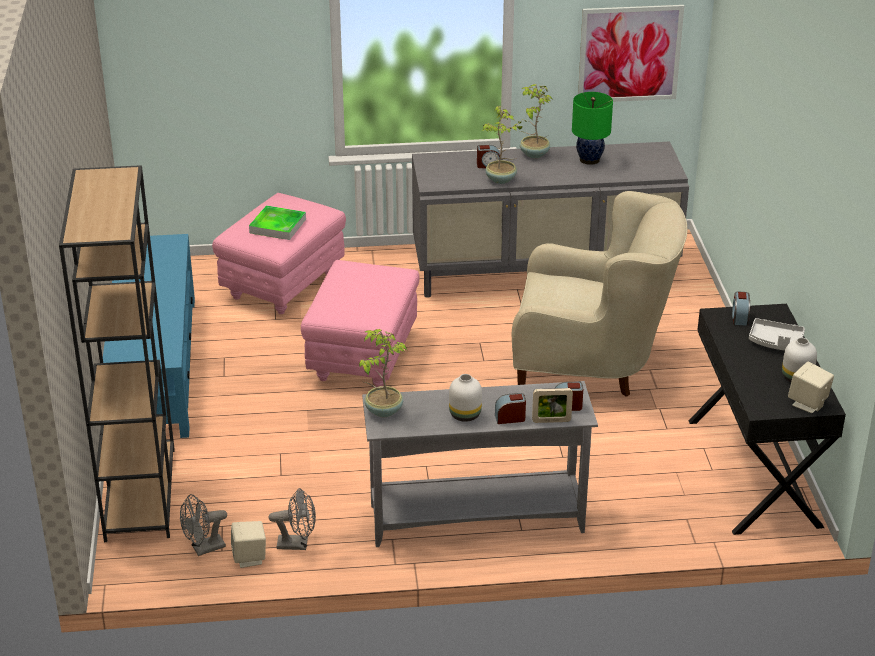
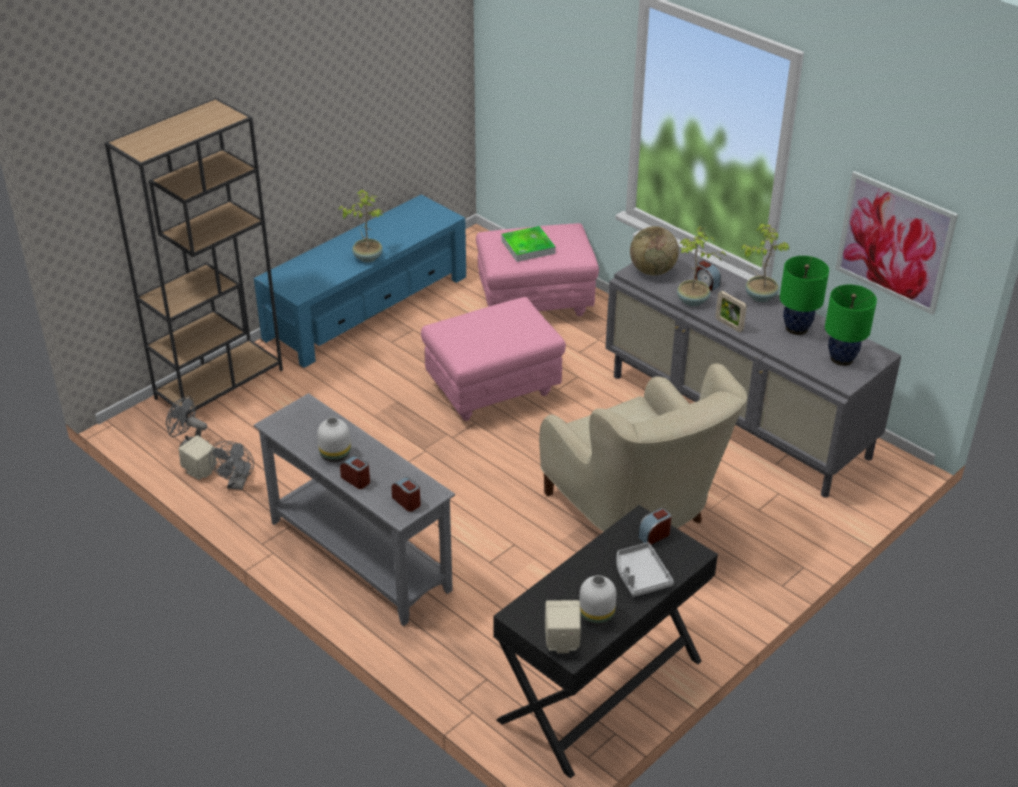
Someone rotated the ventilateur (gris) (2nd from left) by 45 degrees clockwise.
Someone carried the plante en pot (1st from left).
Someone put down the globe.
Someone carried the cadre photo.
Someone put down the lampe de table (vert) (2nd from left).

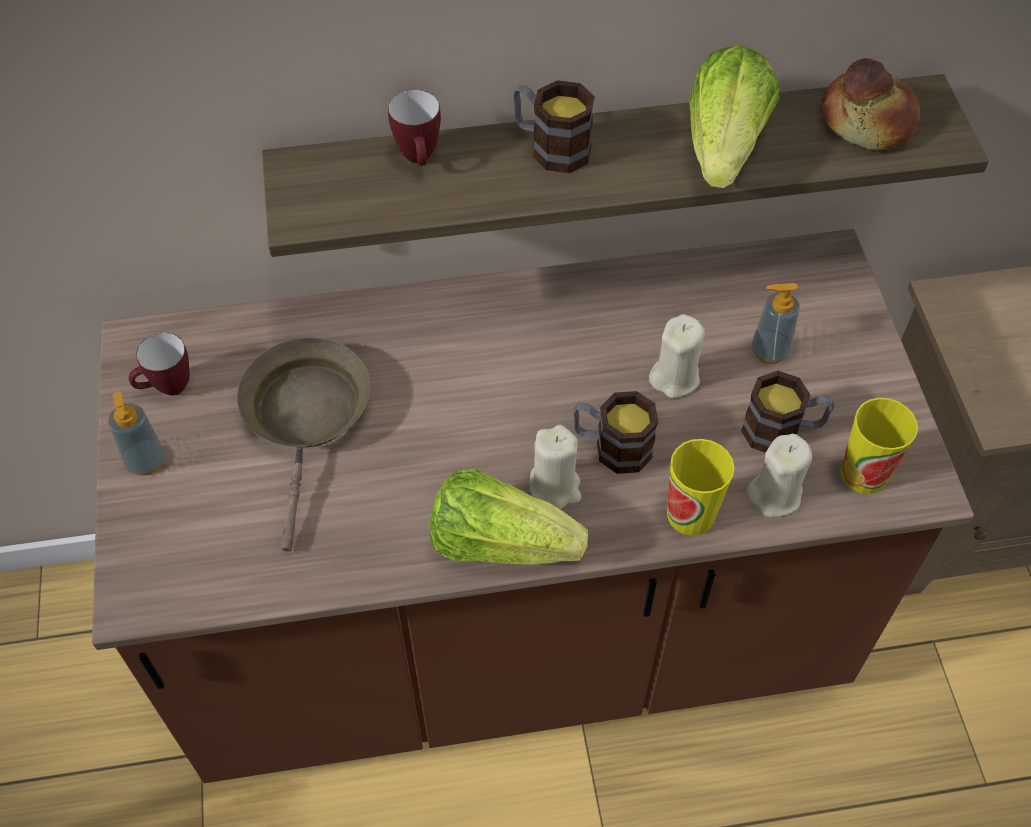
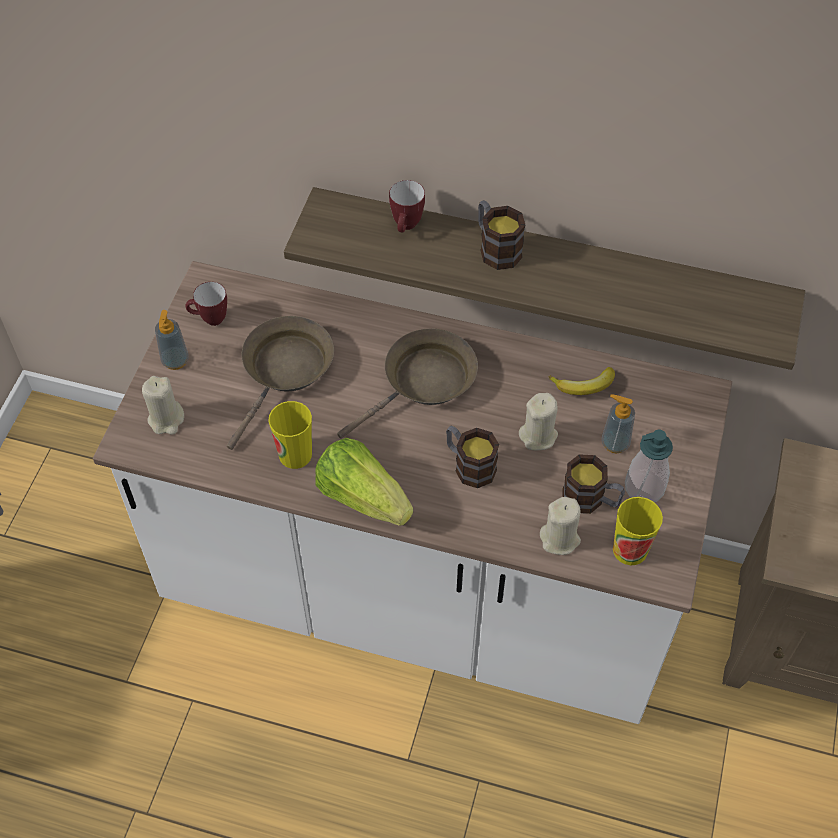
Someone repainted the comptoir de cuisine (marron), which became the comptoir de cuisine (blanc).
Someone carried the bougie (beige) (1st from left).
Someone carried the tasse (1st from left).
Someone put down the poêle (marron) (2nd from left).
Someone put down the banane.
Someone put down the distributeur de savon (3rd from left).
Someone took away the laitue (2nd from left).
Someone took away the pain.

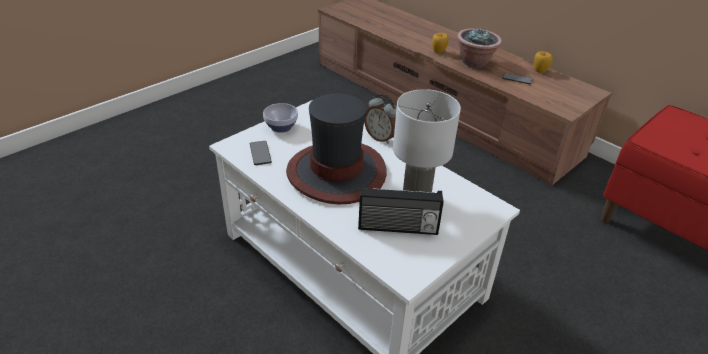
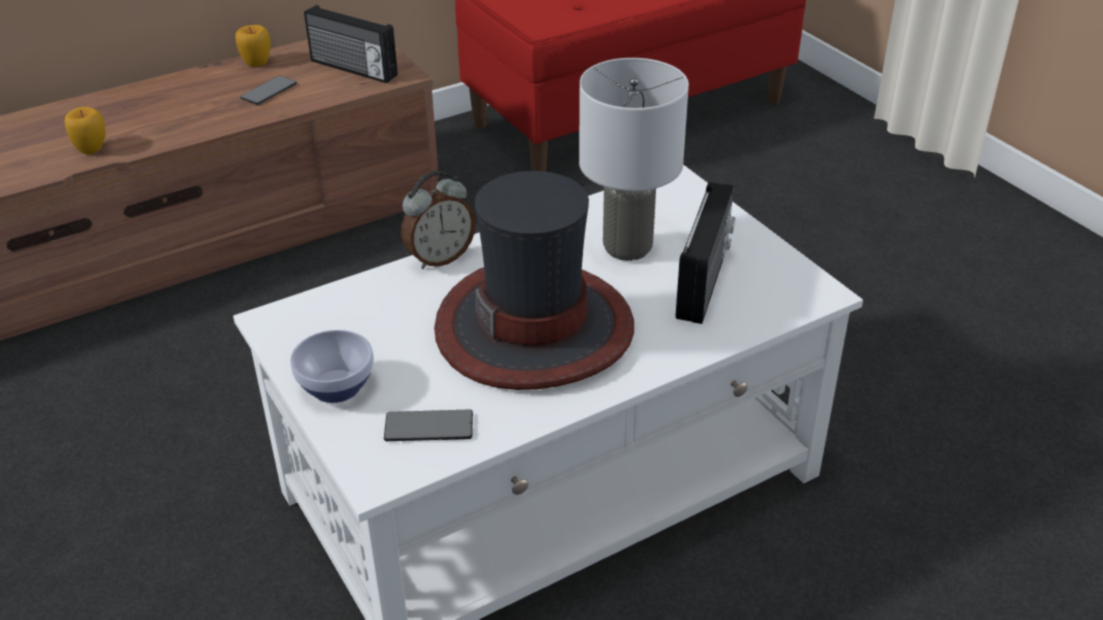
Someone put down the radio (1st from left).
Someone took away the plante en pot.

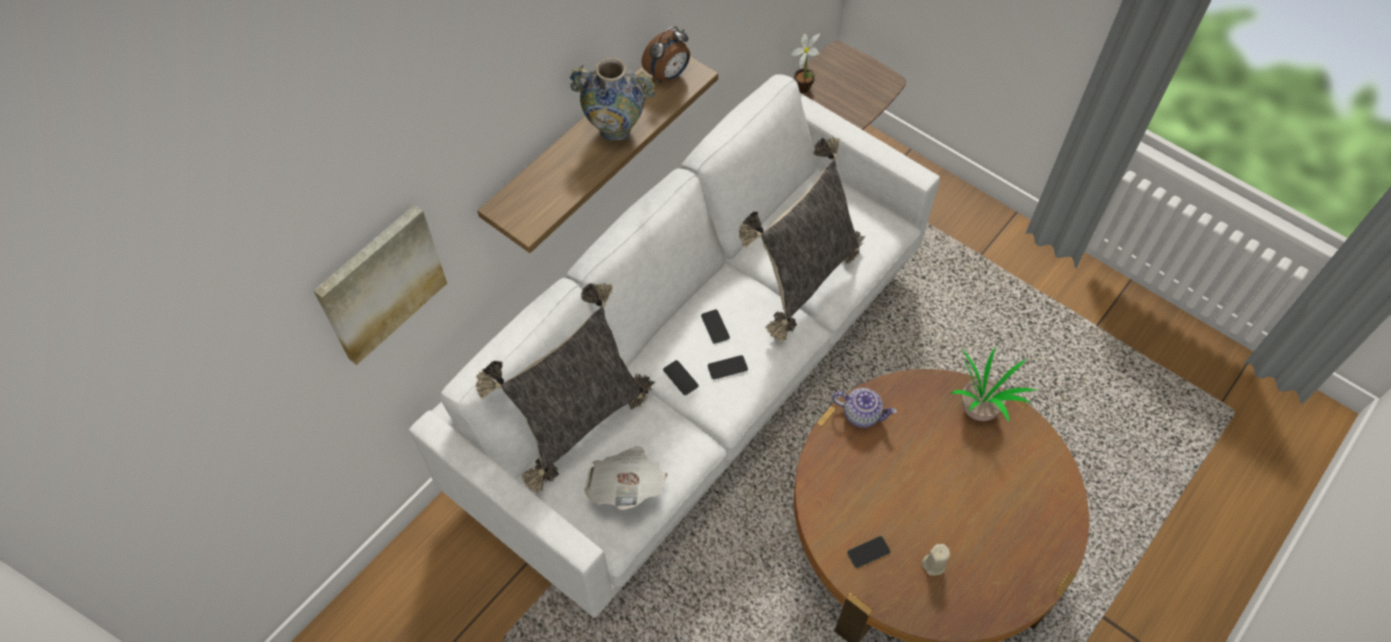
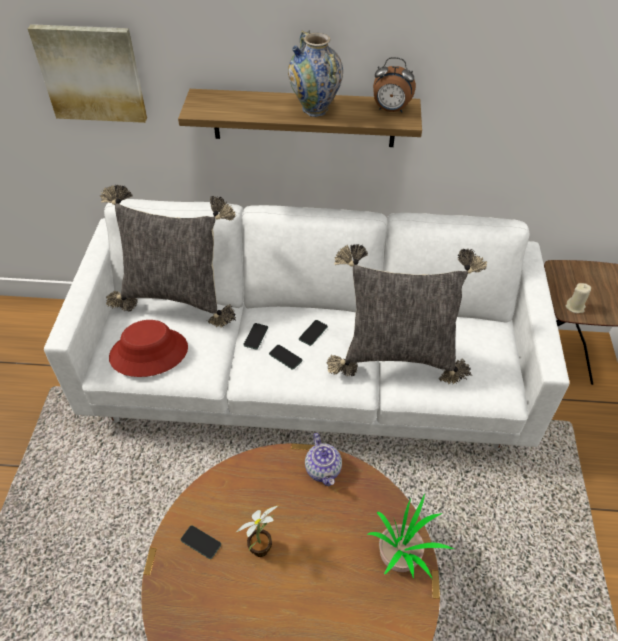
Someone swapped the journal for the chapeau (rouge).
Someone carried the plante en pot (1st from left).
Someone carried the bougie (beige).

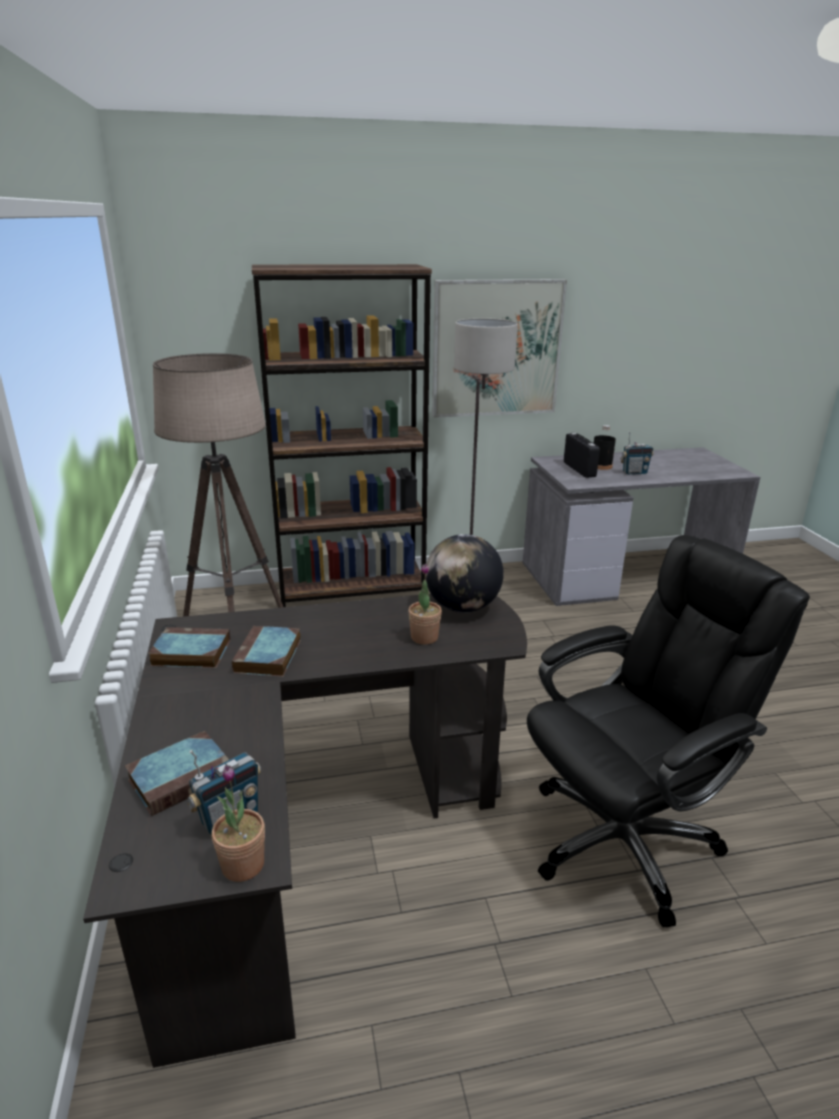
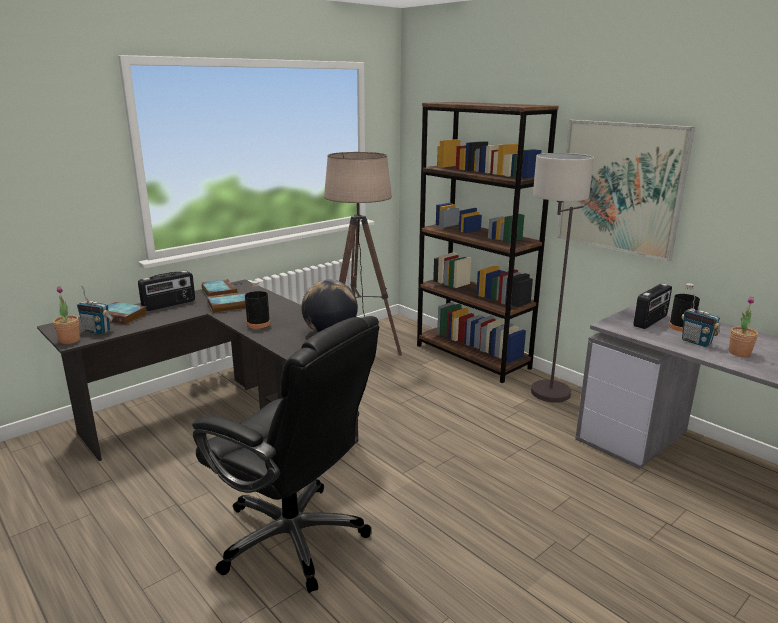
Someone put down the radio (2nd from left).
Someone put down the bouteille (noir) (1st from left).
Someone carried the plante en pot (2nd from left).

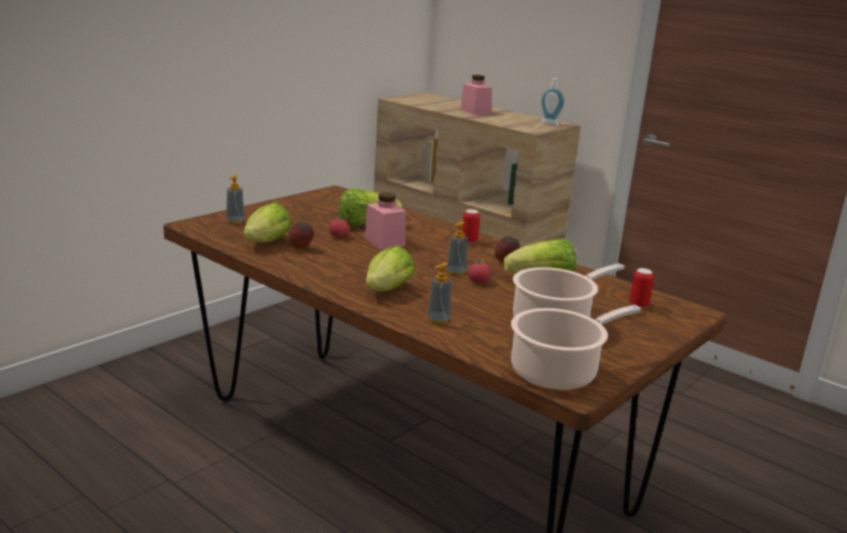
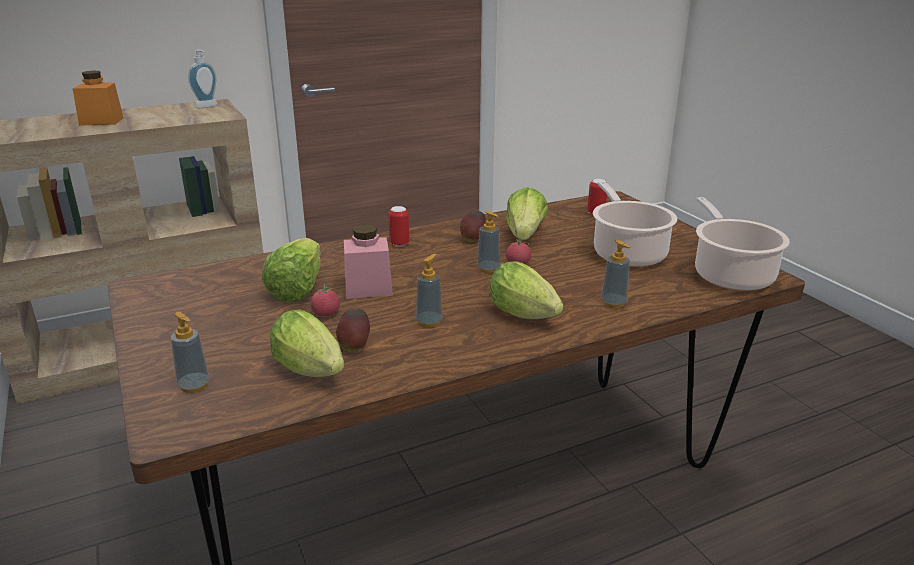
Someone repainted the bocal (rose) (2nd from left), which became the bocal (orange).
Someone put down the distributeur de savon (3rd from left).

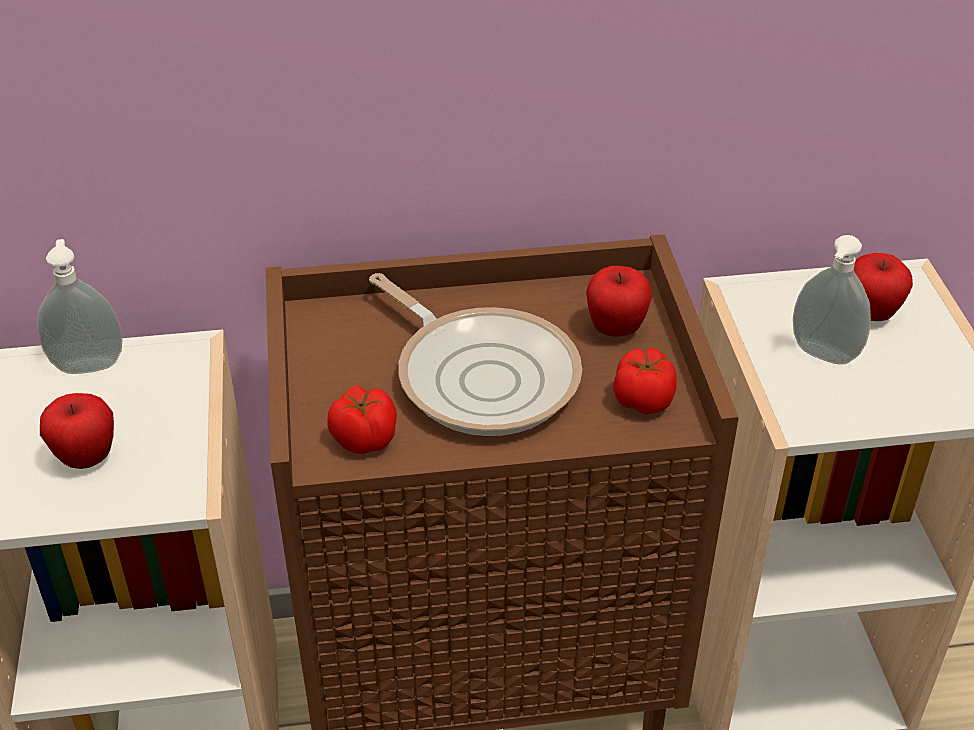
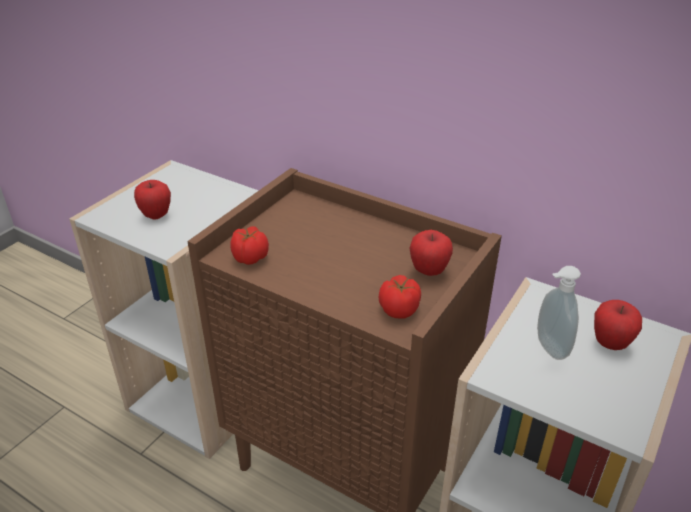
Someone took away the distributeur de savon (1st from left).
Someone took away the poêle.

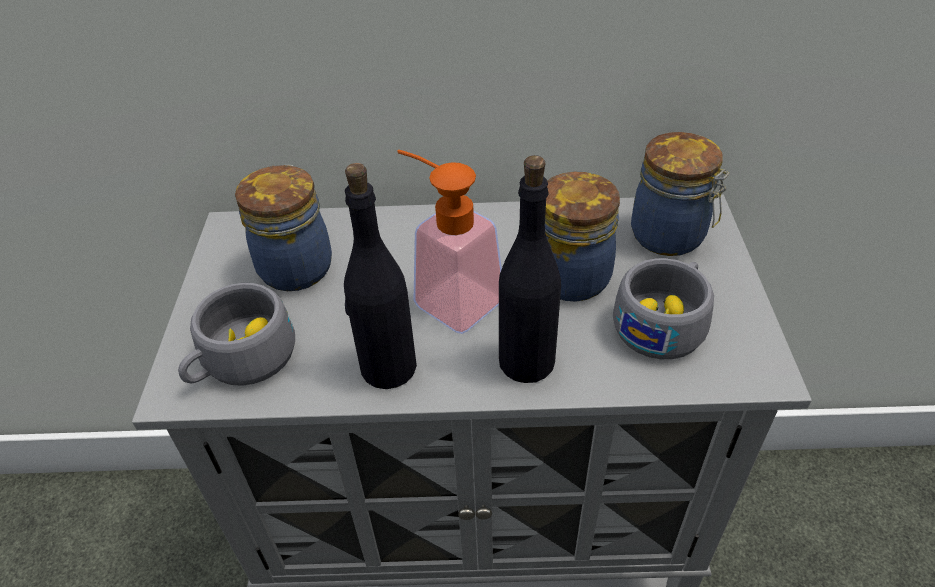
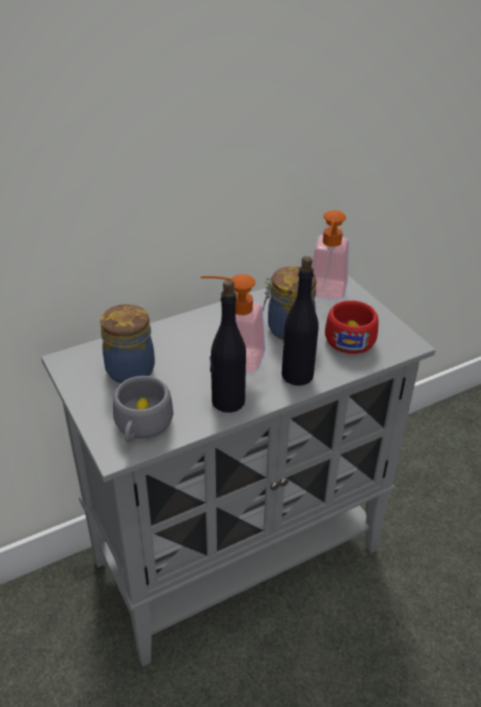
Someone swapped the bocal (3rd from left) for the distributeur de savon (2nd from left).
Someone repainted the tasse (gris) (2nd from left), which became the tasse (rouge).

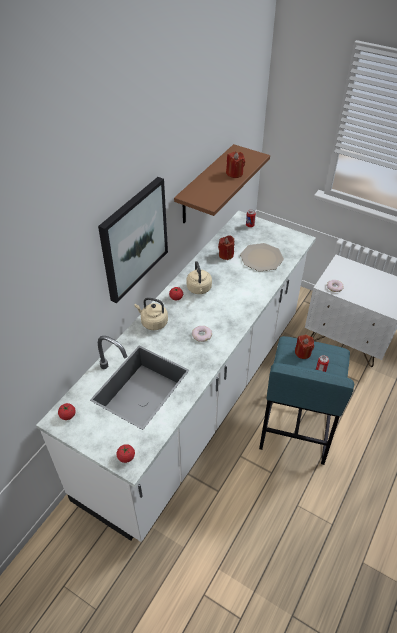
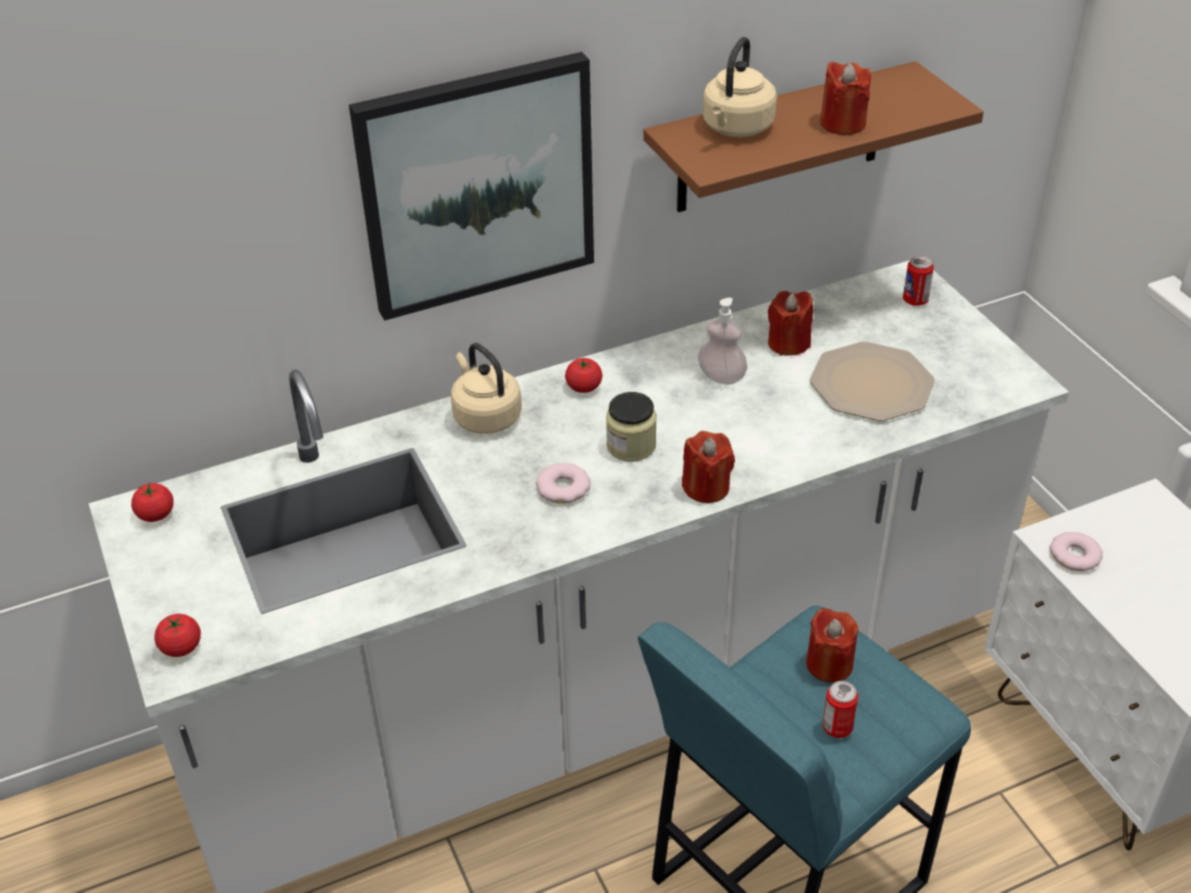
Someone put down the bocal.
Someone put down the bougie (rouge) (1st from left).
Someone put down the distributeur de savon.
Someone carried the bouilloire (beige) (2nd from left).

